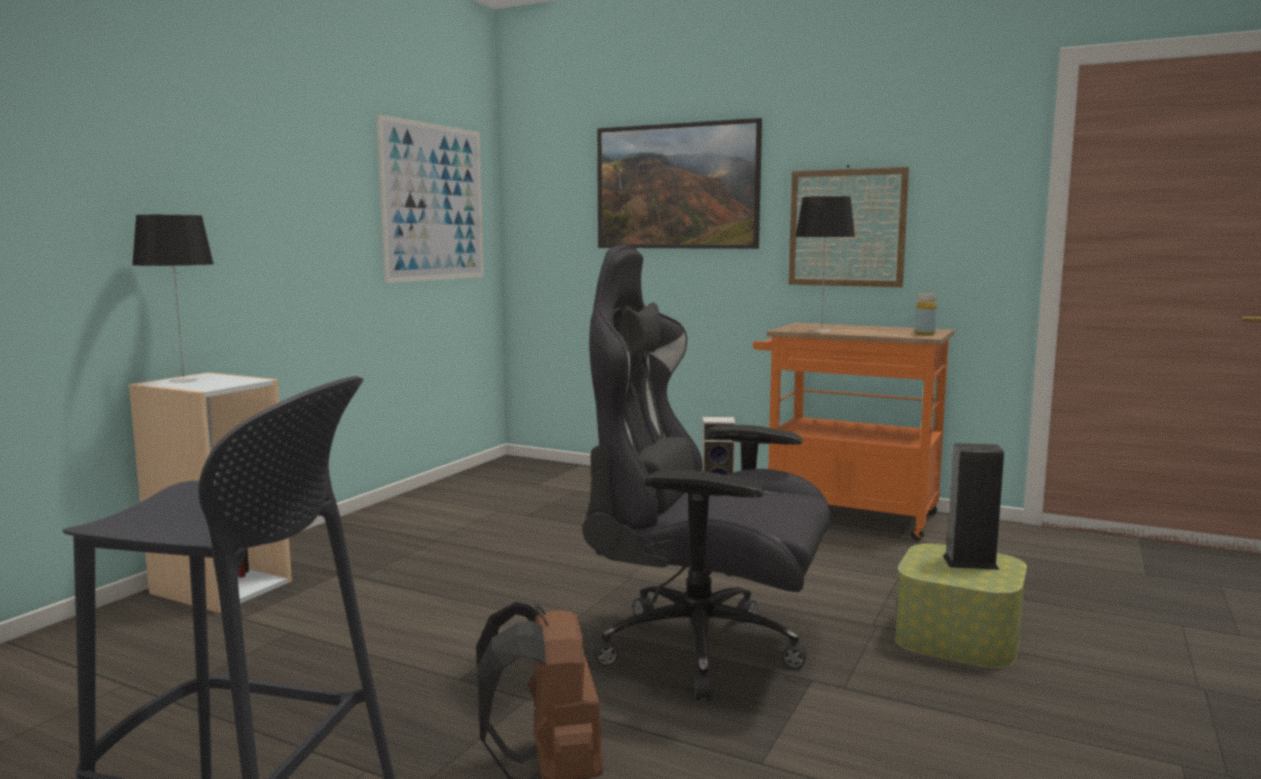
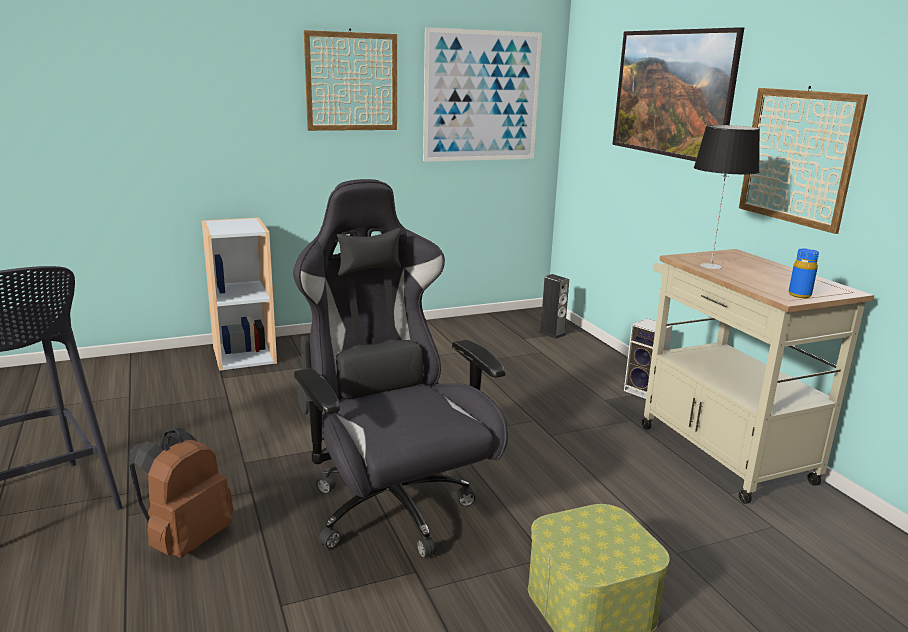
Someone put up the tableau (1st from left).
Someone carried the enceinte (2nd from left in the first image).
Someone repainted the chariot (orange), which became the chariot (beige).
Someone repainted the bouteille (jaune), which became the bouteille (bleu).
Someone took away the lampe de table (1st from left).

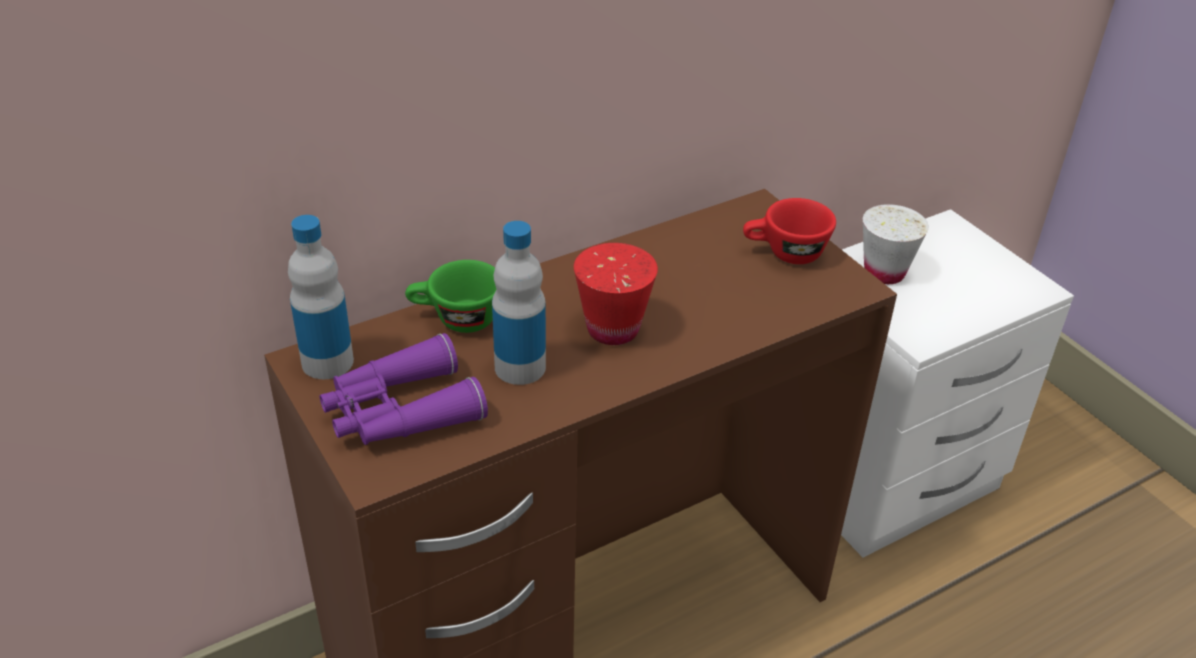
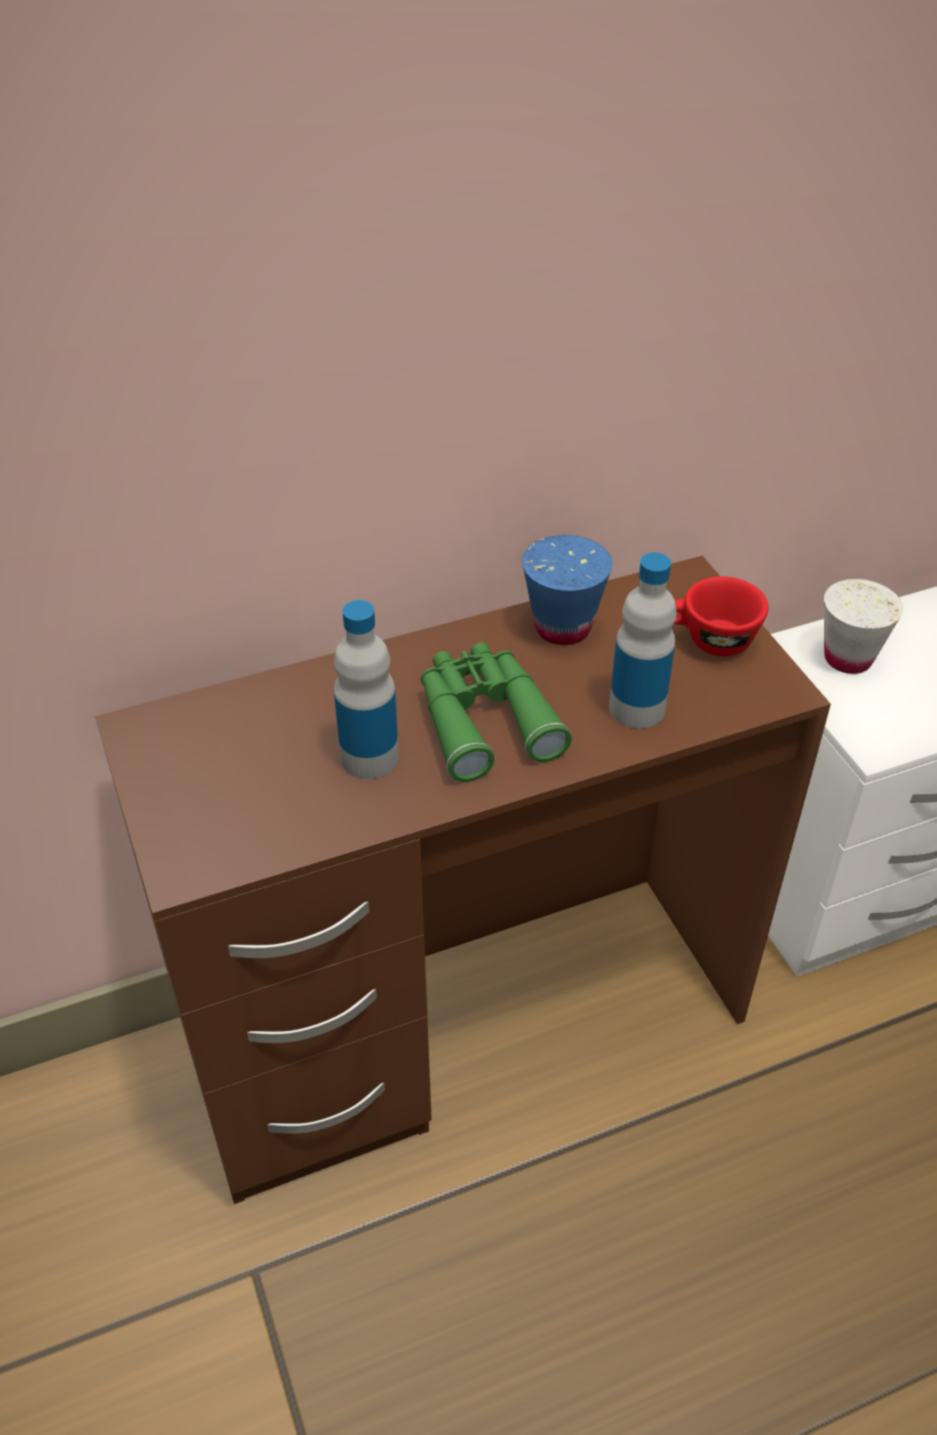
Someone swapped the tasse (rouge) (1st from left) for the jumelles (vert).
Someone put down the tasse (bleu).
Someone carried the bouteille (1st from left in the first image).
Someone took away the jumelles (violet).
Someone took away the tasse (vert).

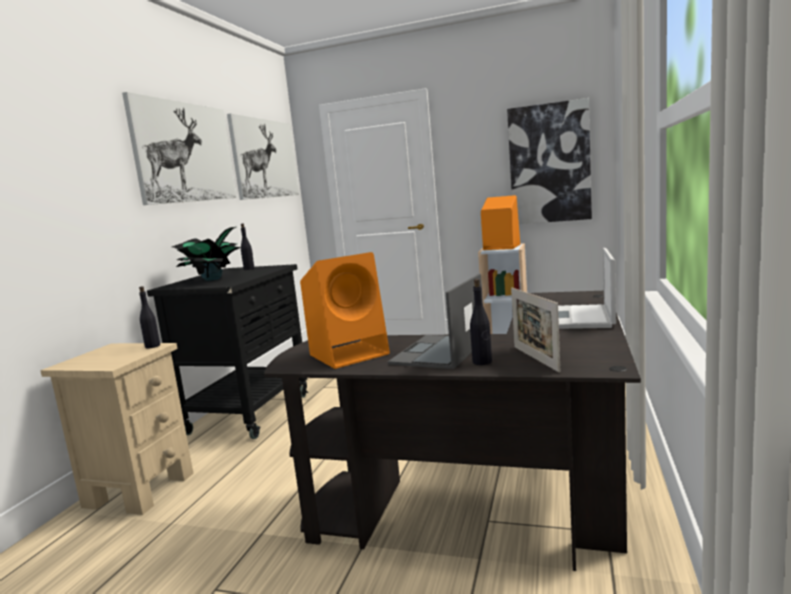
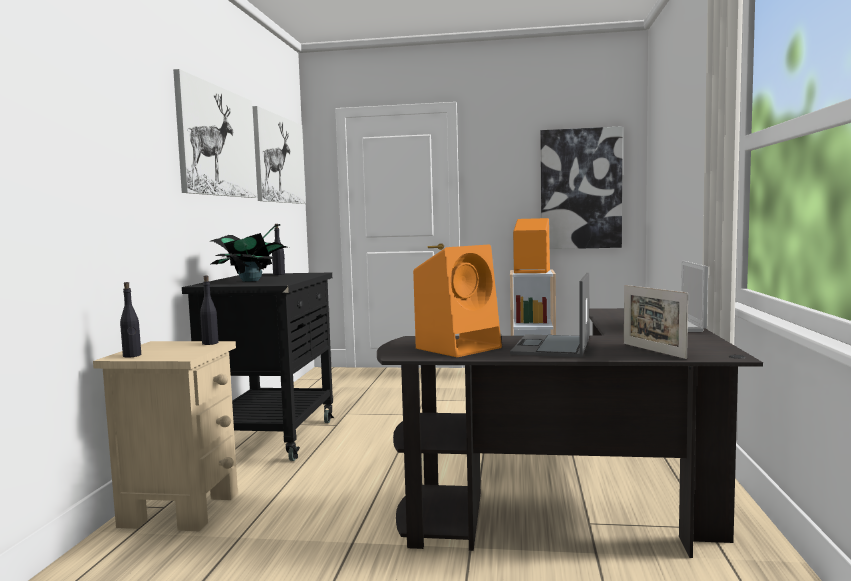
Someone carried the bouteille (noir) (3rd from left in the first image).

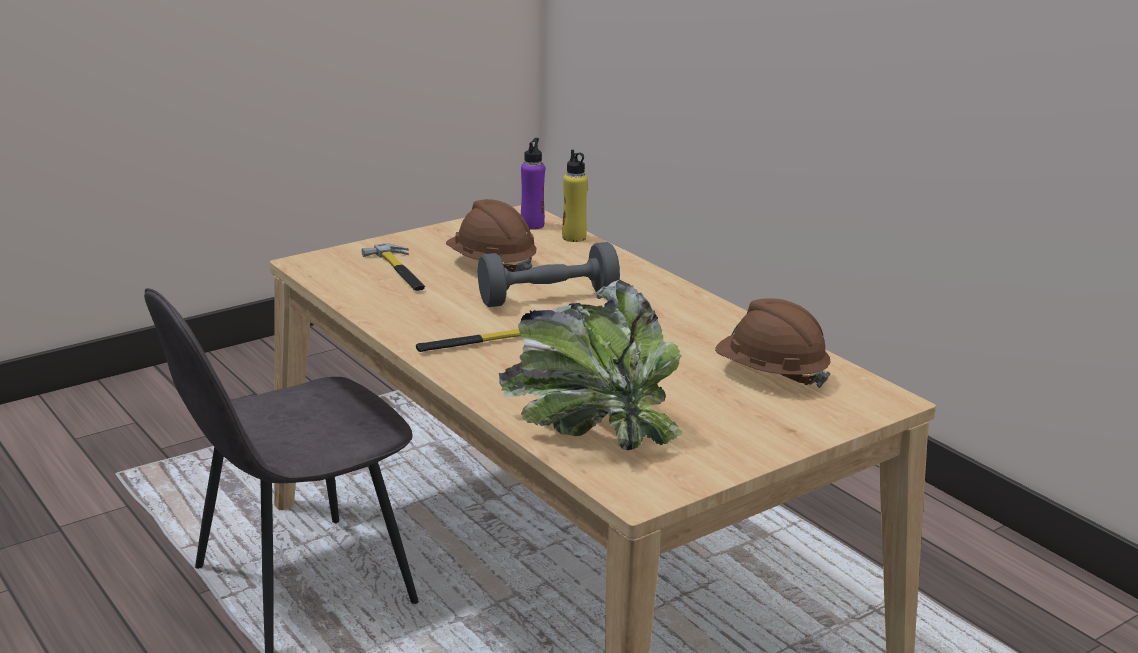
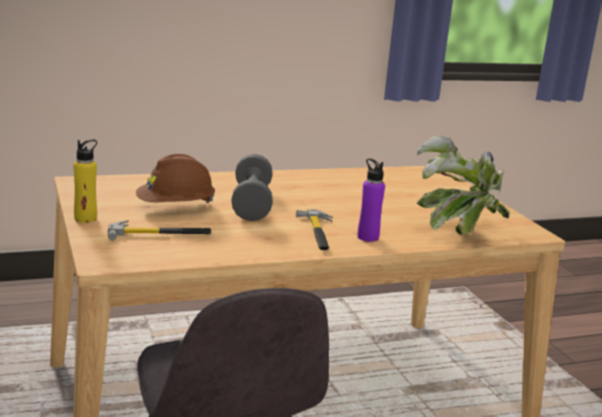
Someone carried the bouteille (jaune).
Someone carried the bouteille (violet).
Someone took away the casque de chantier (marron) (2nd from left).

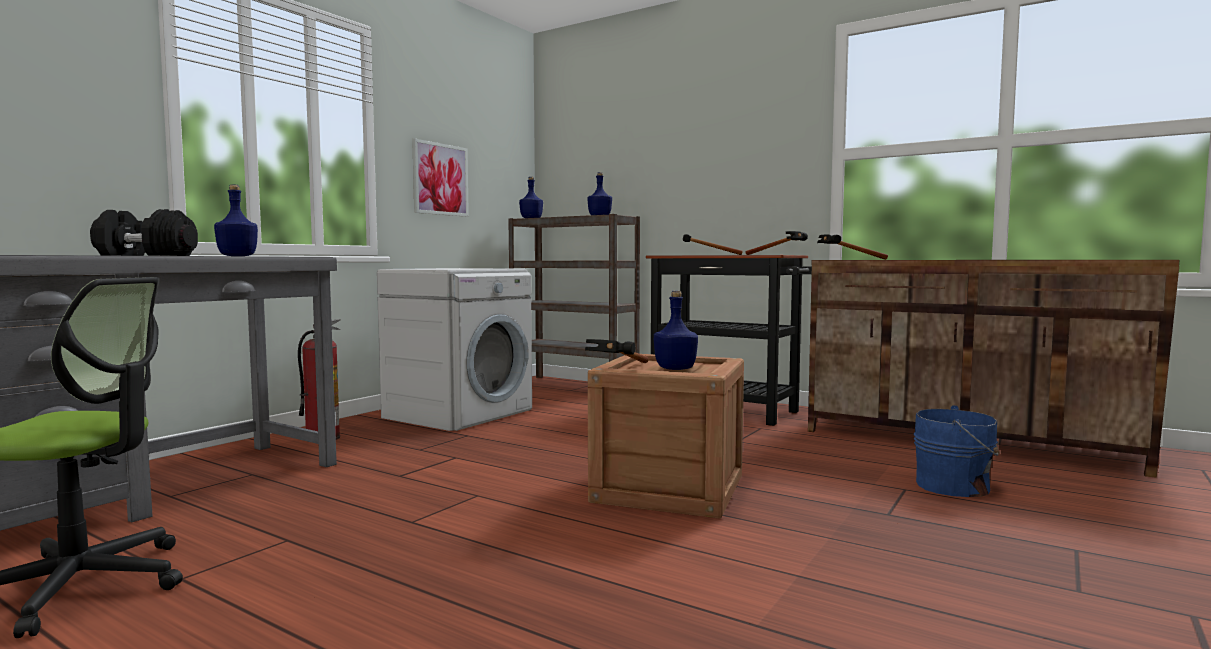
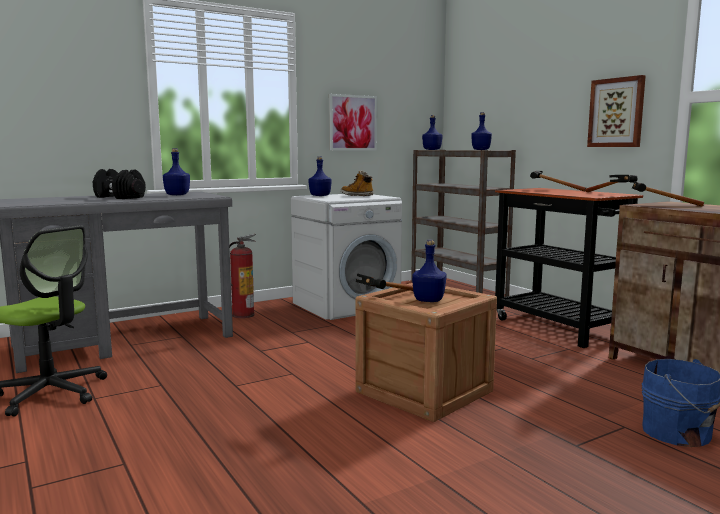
Someone put down the bouteille (bleu) (2nd from left).
Someone put down the botte.
Someone put up the tableau (2nd from left).

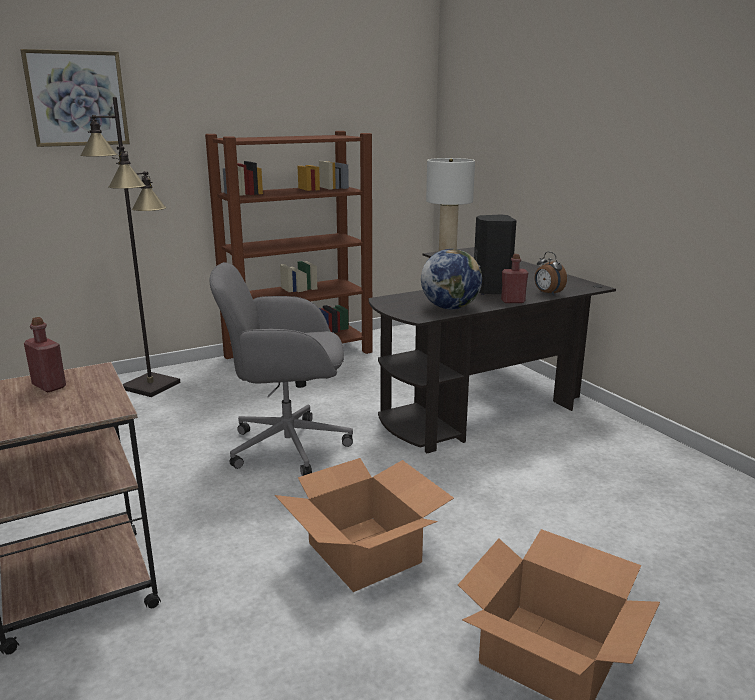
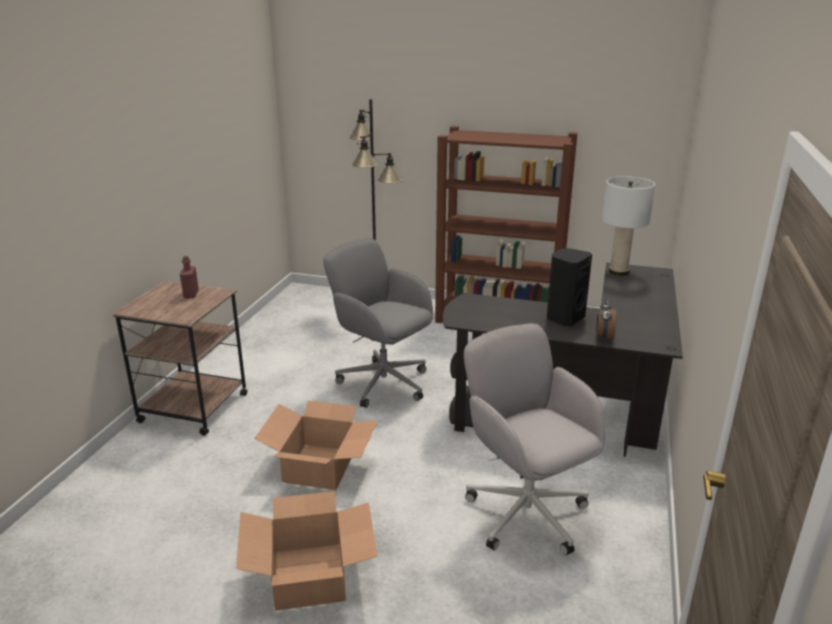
Someone put down the chaise de bureau (gris) (2nd from left).
Someone took away the tableau.
Someone took away the globe.
Someone took away the bouteille (rouge) (2nd from left).

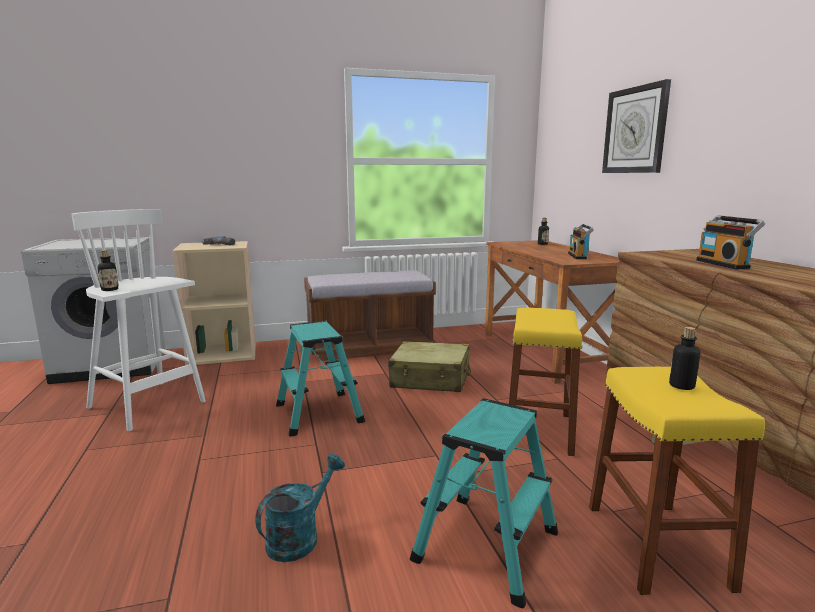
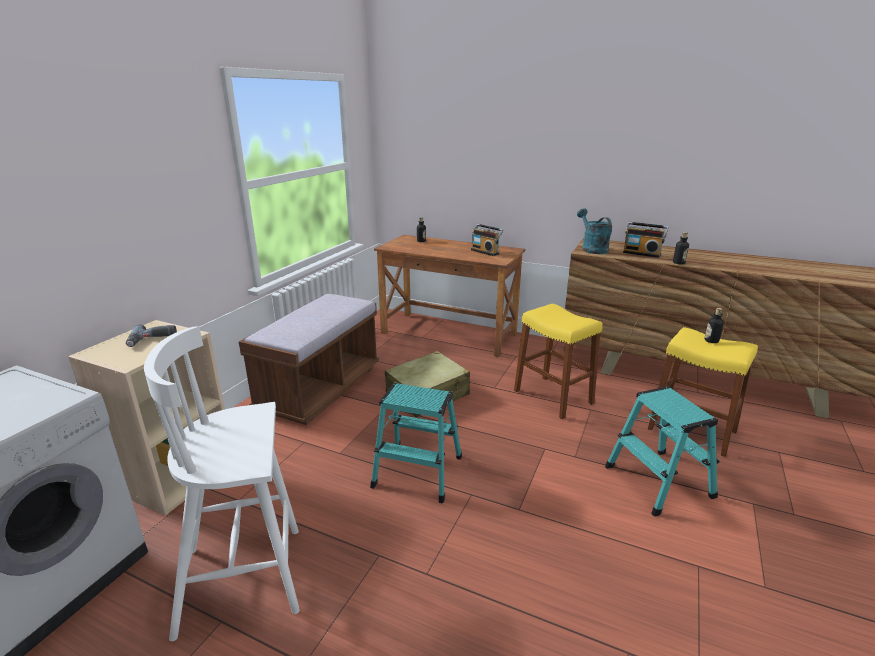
Someone carried the arrosoir (turquoise).
Someone carried the bouteille (1st from left in the first image).
Someone took away the horloge murale.

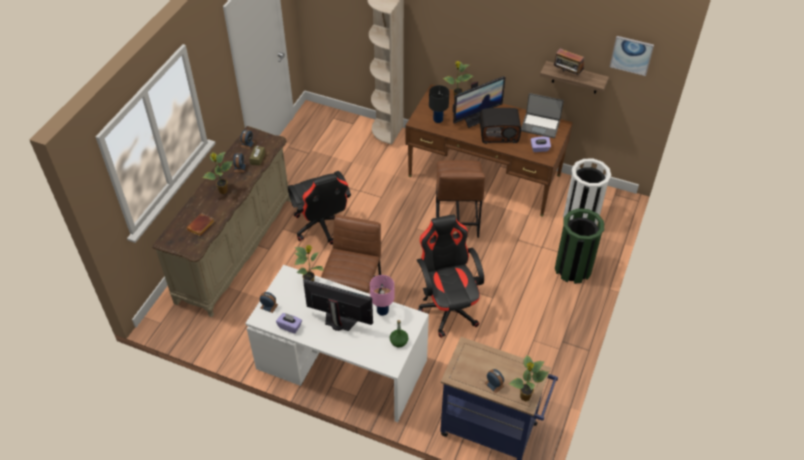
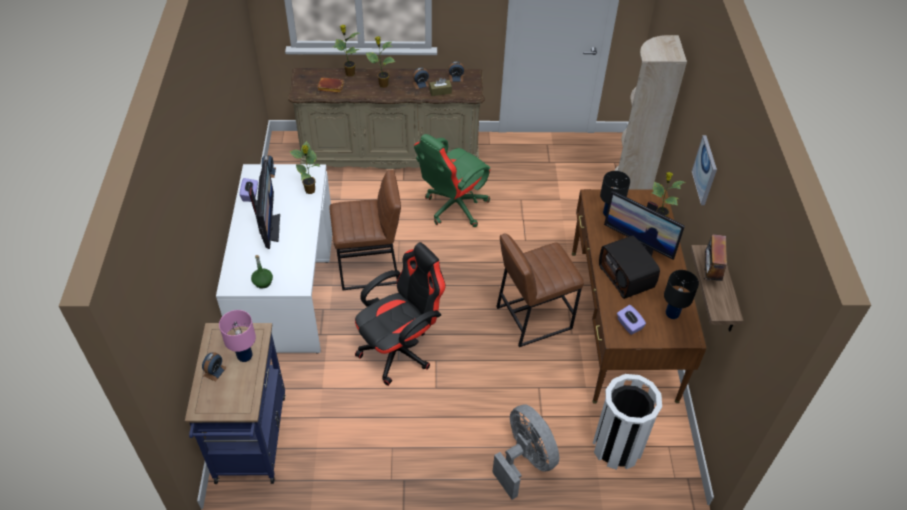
Someone carried the lampe de table (rose).
Someone carried the plante en pot (4th from left in the first image).
Someone repainted the chaise de bureau (noir) (1st from left), which became the chaise de bureau (vert).
Someone swapped the poubelle (vert) for the ventilateur (gris).
Someone swapped the ordinateur portable for the lampe de table (noir) (2nd from left).
Someone carried the tableau.

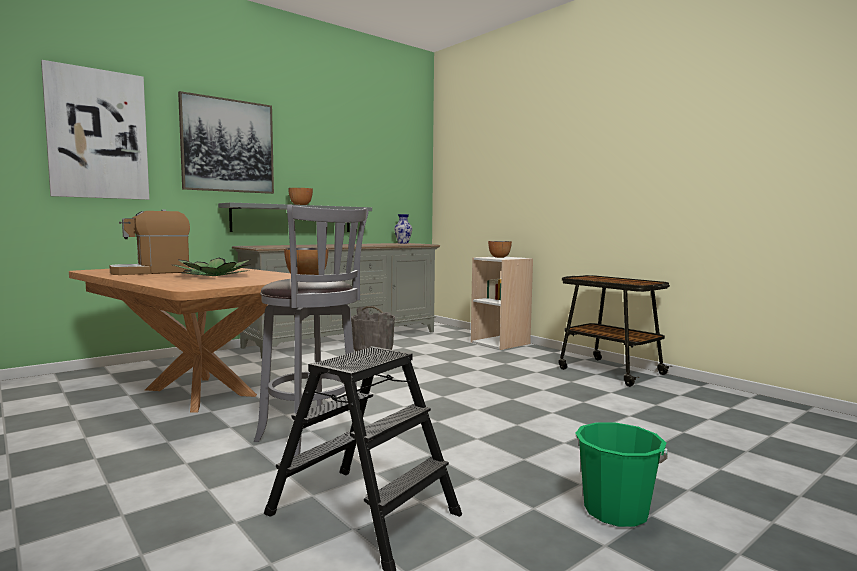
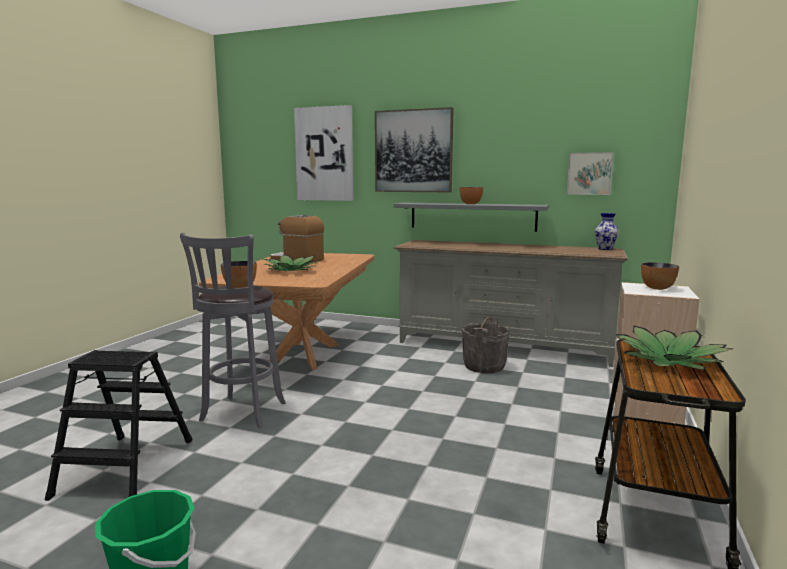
Someone put up the tableau (3rd from left).
Someone put down the plante en pot (2nd from left).

